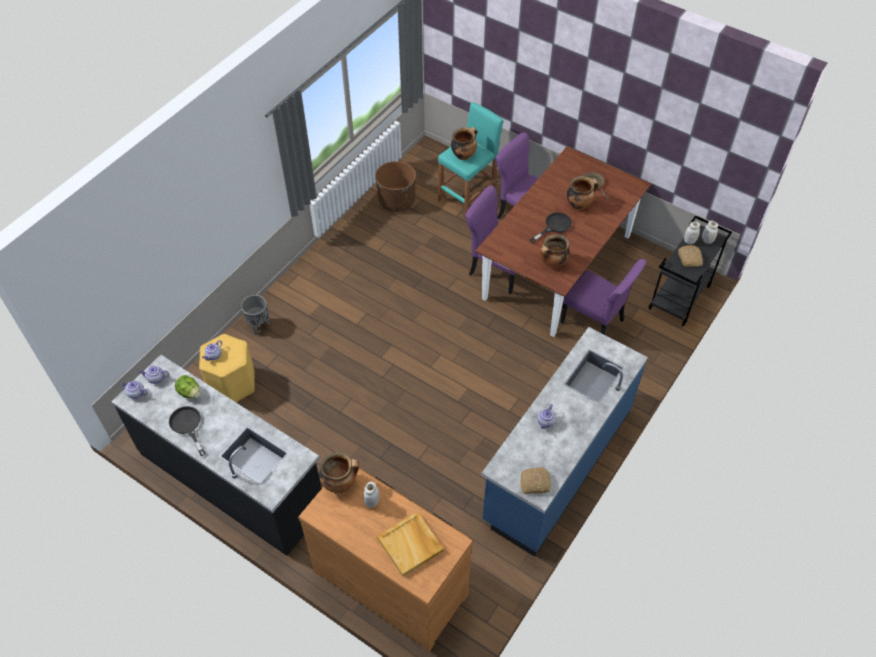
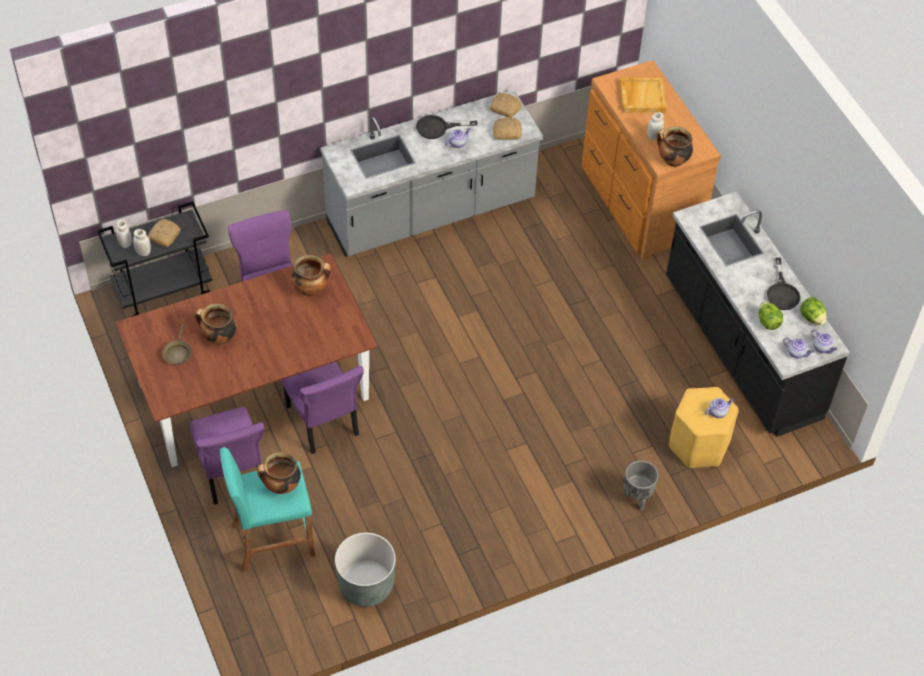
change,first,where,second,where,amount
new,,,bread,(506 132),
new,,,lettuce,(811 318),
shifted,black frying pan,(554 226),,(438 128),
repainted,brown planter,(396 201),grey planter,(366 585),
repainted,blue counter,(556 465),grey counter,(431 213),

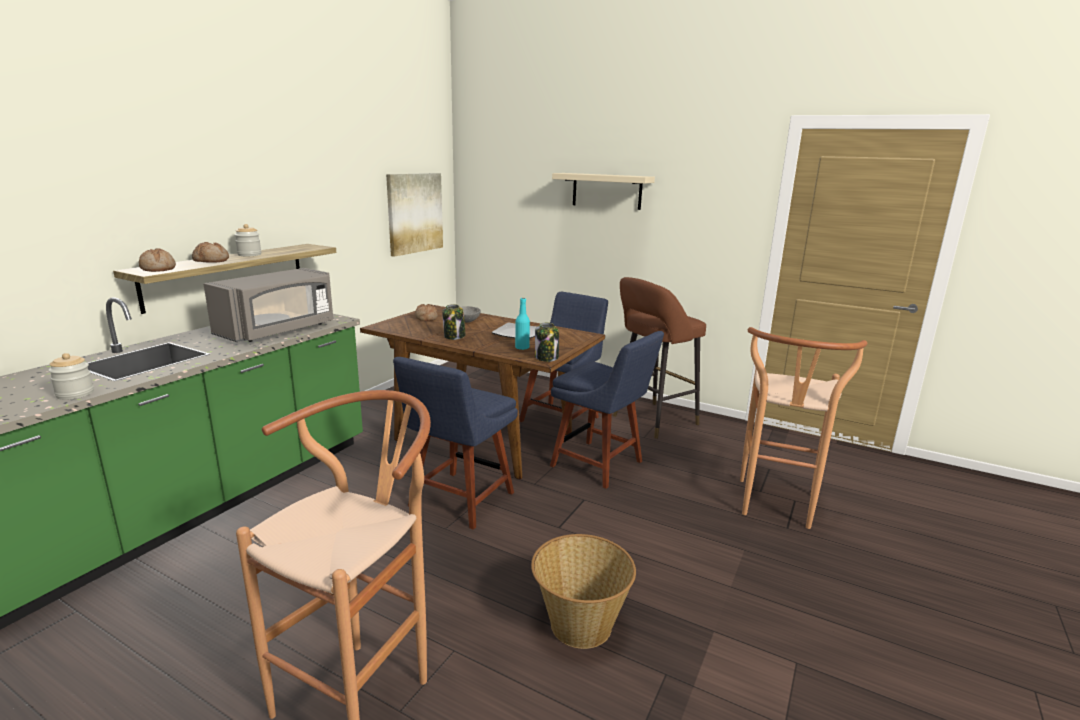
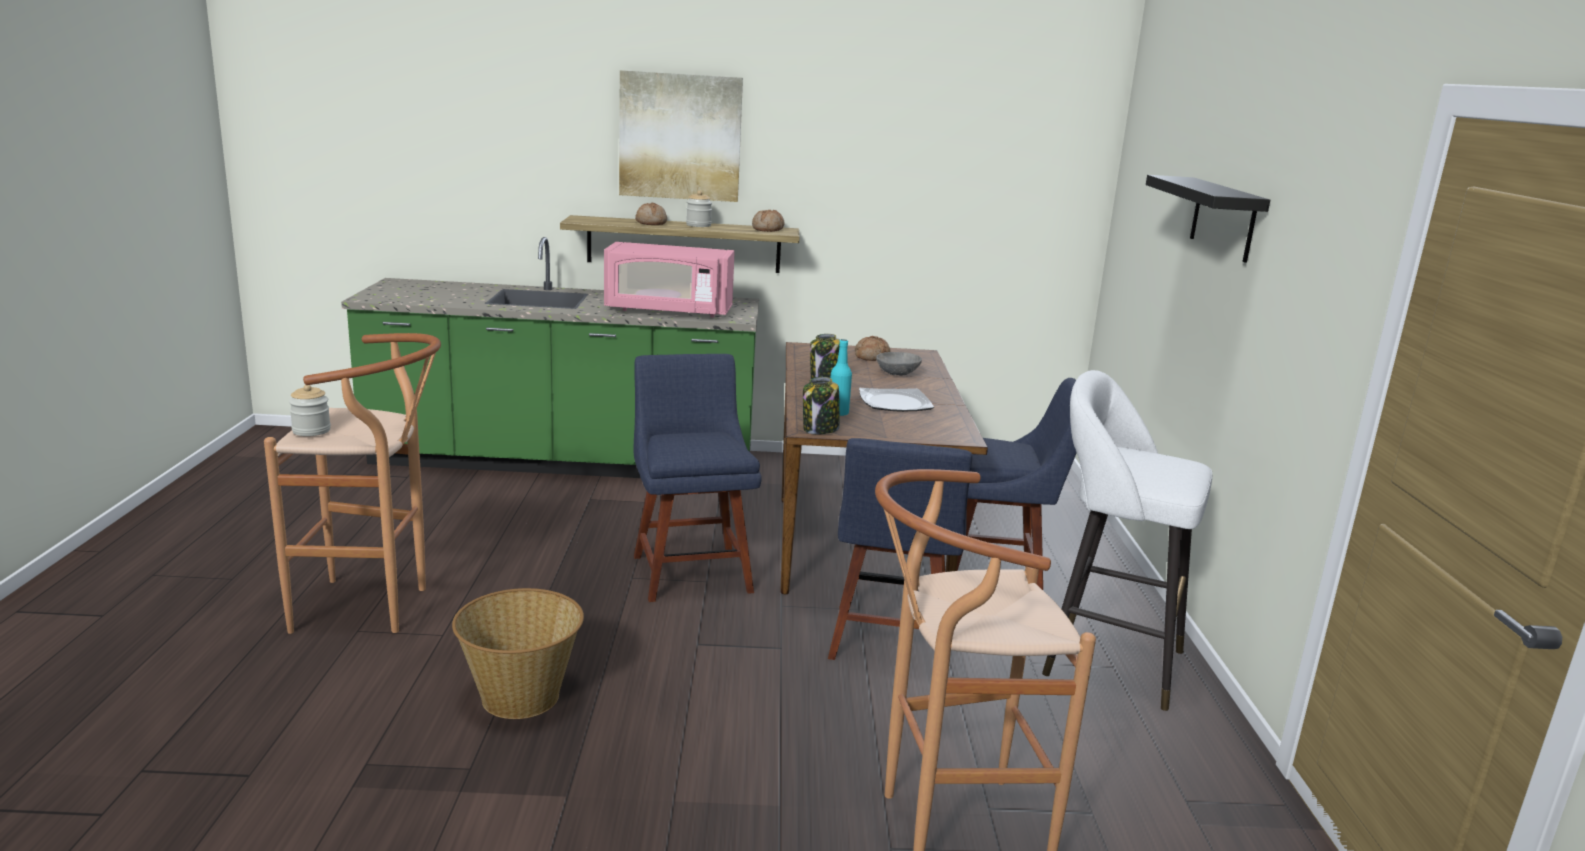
change,first,where,second,where,amount
shifted,jar,(75 394),,(311 430),
shifted,bread,(158 269),,(768 229),
shifted,picture,(414 213),,(680 137),
repainted,grey microwave,(278 331),pink microwave,(668 310),
repainted,beige shelf,(606 191),black shelf,(1223 218),
repainted,brown stool,(651 421),white stool,(1104 660),
rotated,blue chair,(458 502),,(690 570),75 degrees clockwise

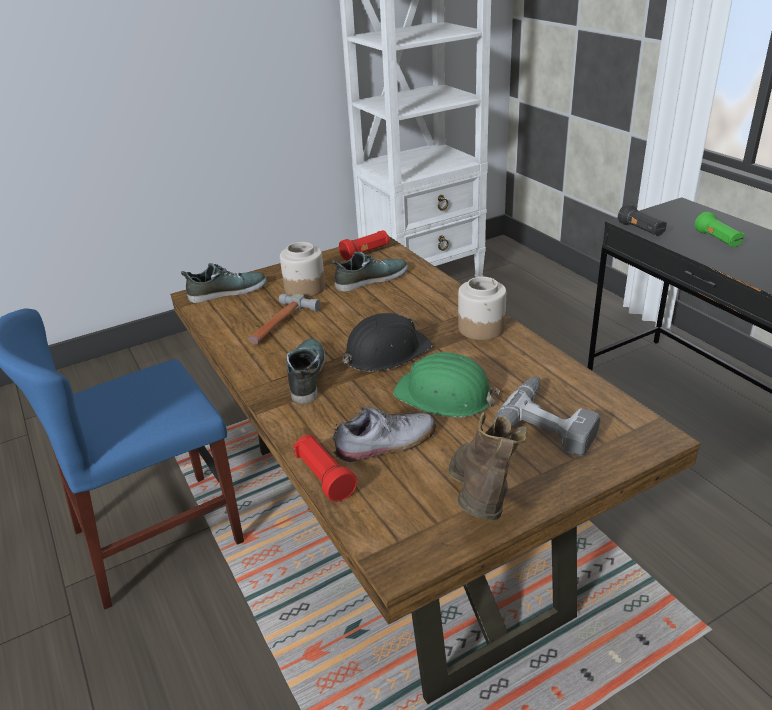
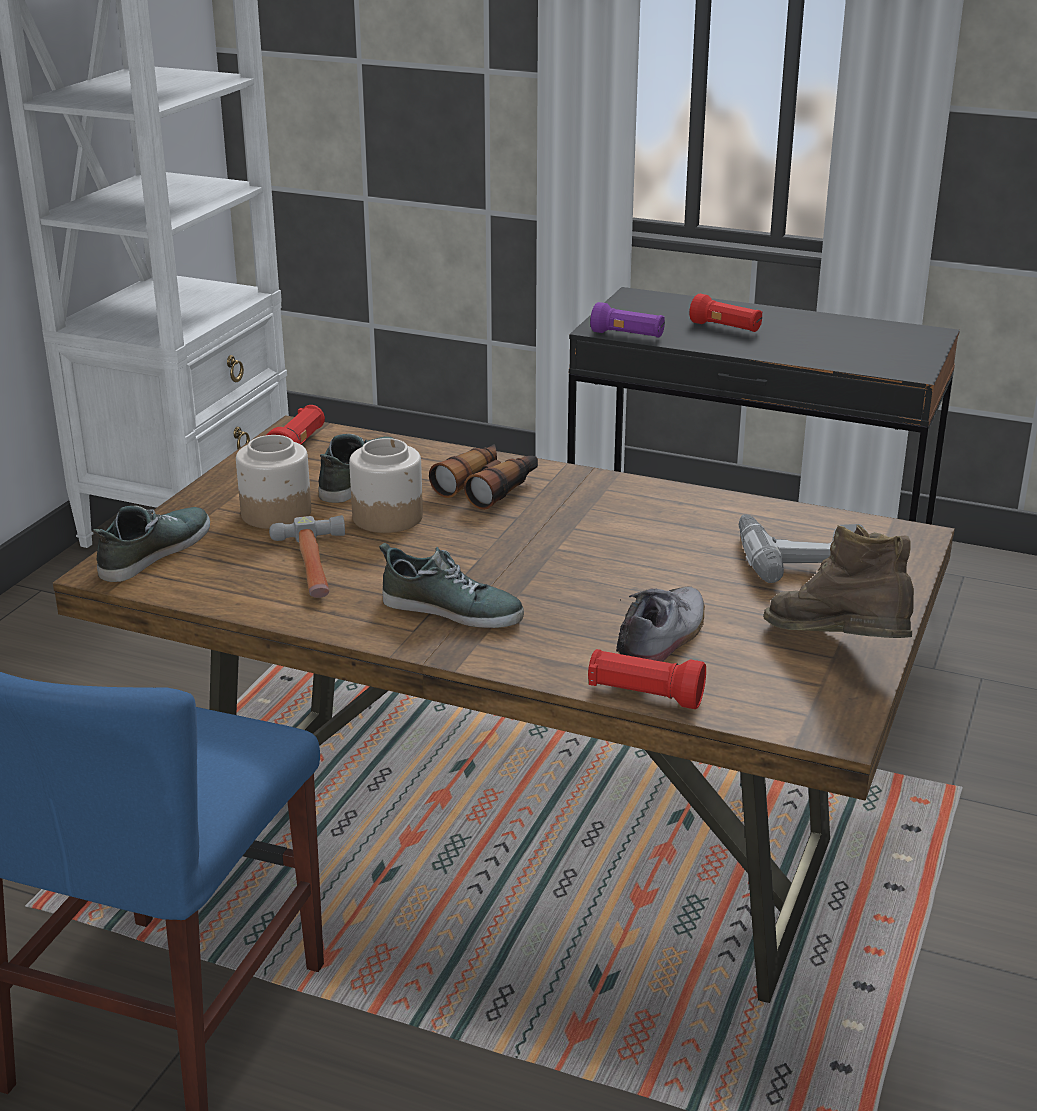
change,first,where,second,where,amount
gone,black hard hat,(385 352),,,
gone,green hard hat,(444 395),,,
new,,,binoculars,(488 487),
shifted,jar,(481 328),,(388 517),
repainted,black flashlight,(641 230),purple flashlight,(628 336),
repainted,green flashlight,(717 240),red flashlight,(726 328),
rotated,shoe,(306 375),,(452 609),150 degrees clockwise

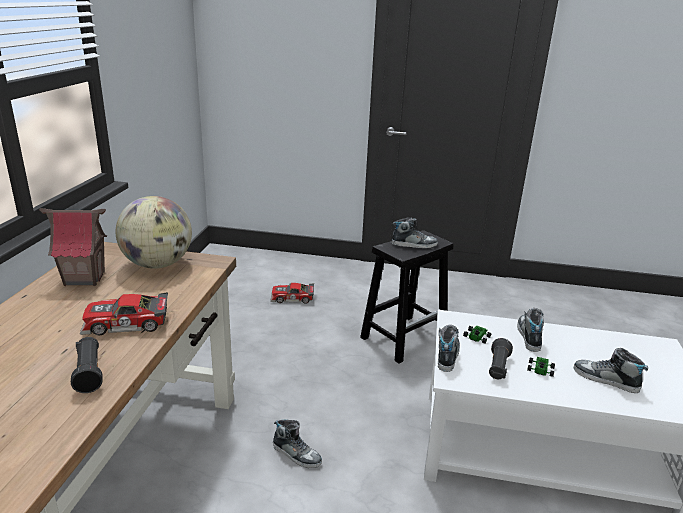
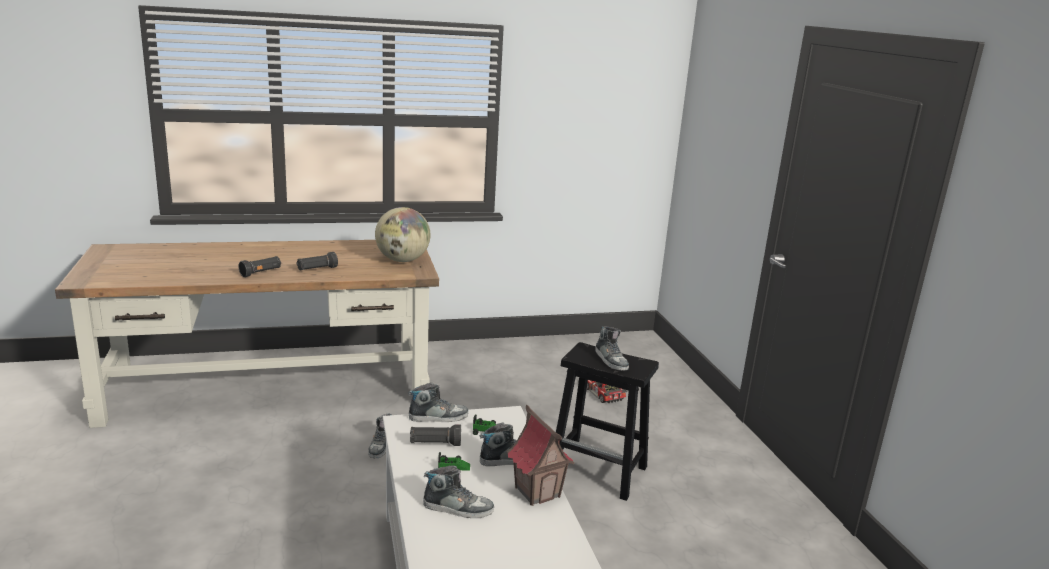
change,first,where,second,where,amount
shifted,toy house,(84 278),,(538 492),
swapped,toy car,(126 324),black flashlight,(317 269),
rotated,shoe,(605 380),,(458 508),90 degrees clockwise

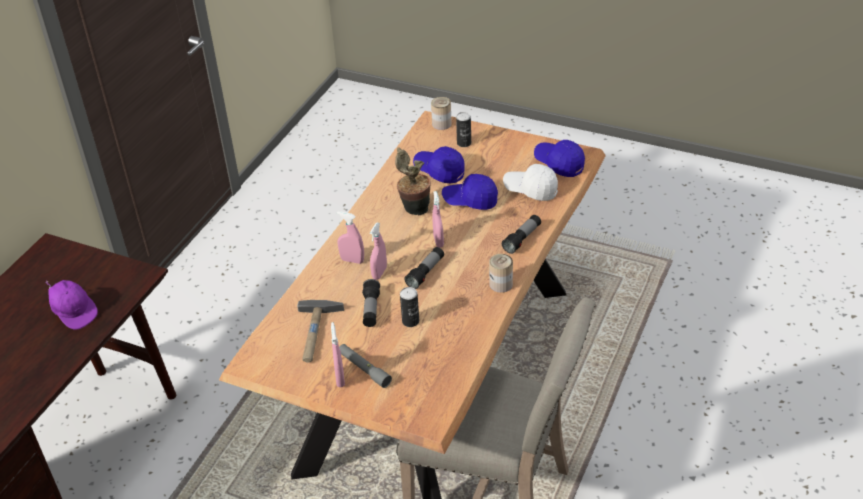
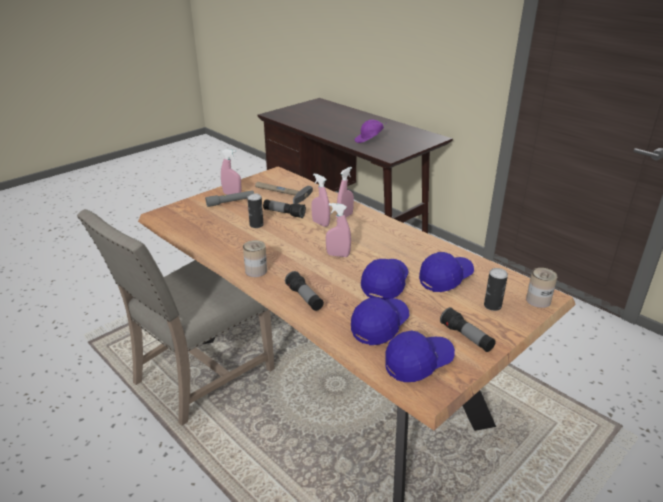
change,first,where,second,where,amount
gone,potted plant,(413 209),,,
shifted,flashlight,(425 273),,(466 337),
repainted,white cap,(530 190),blue cap,(379 326),

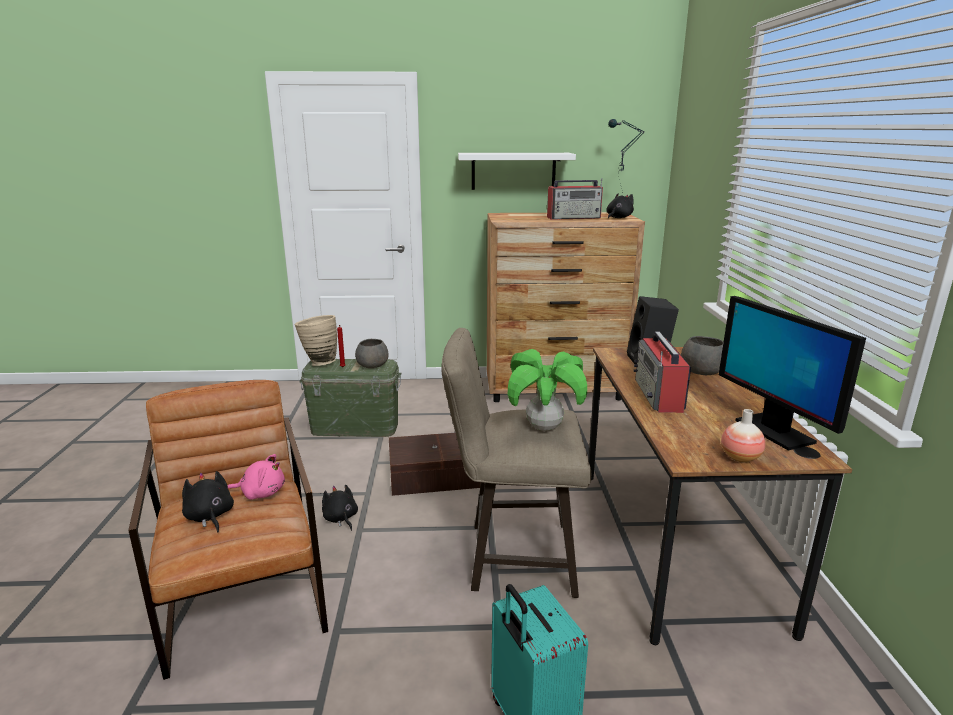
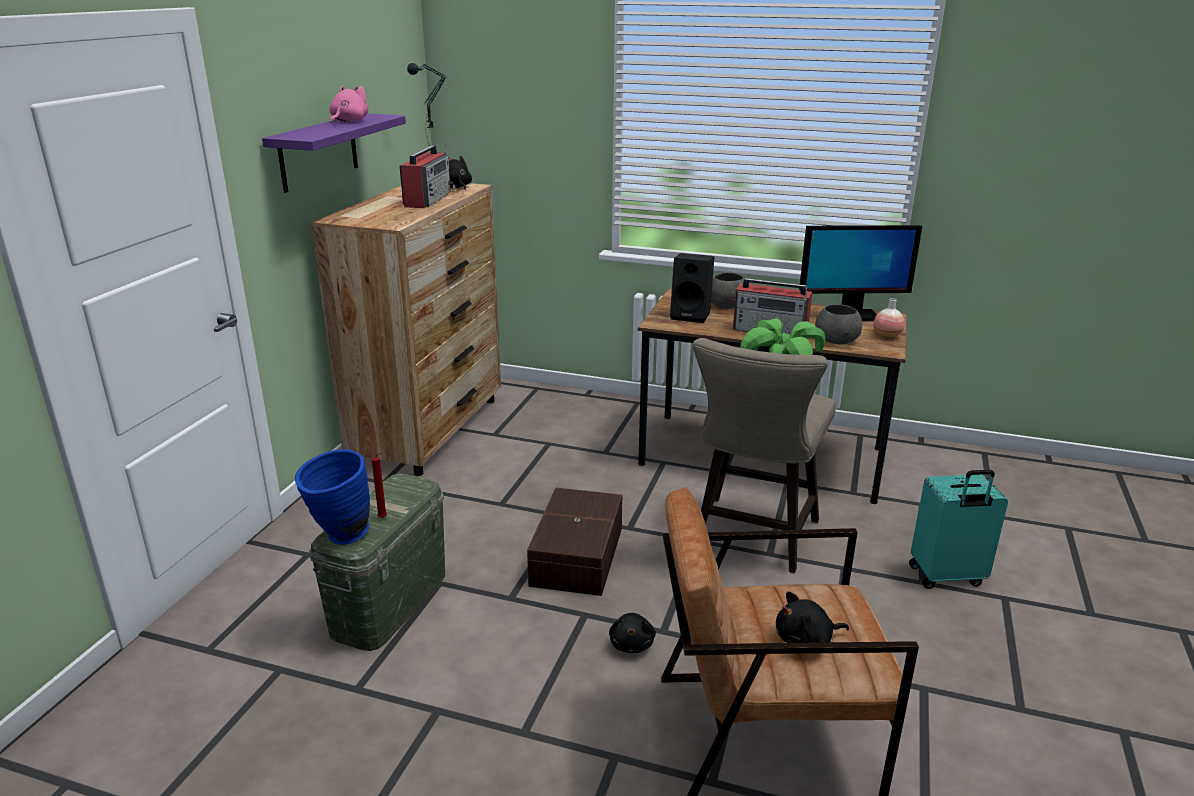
change,first,where,second,where,amount
shifted,pink plush toy,(261 493),,(348 122),
shifted,grey bowl,(372 365),,(837 340),
repainted,beige vase,(319 363),blue vase,(339 537),
repainted,white shelf,(513 171),purple shelf,(318 152),
rotated,black plush toy,(341 518),,(632 644),75 degrees counterclockwise

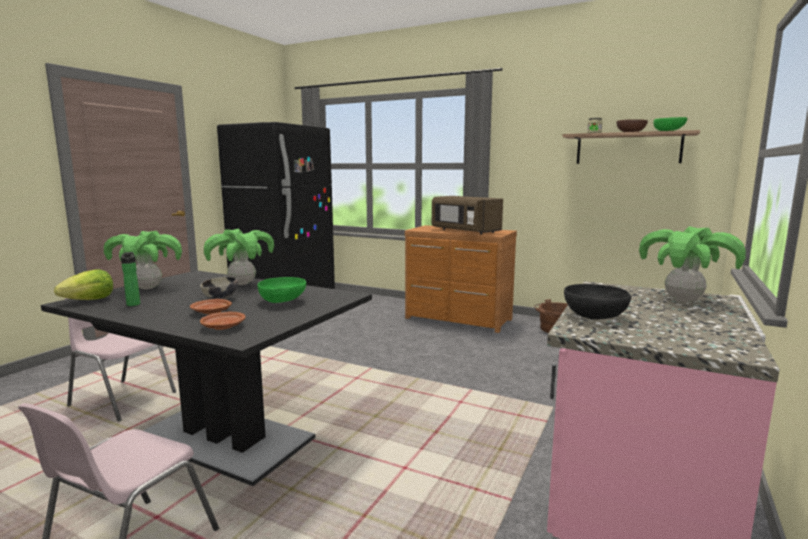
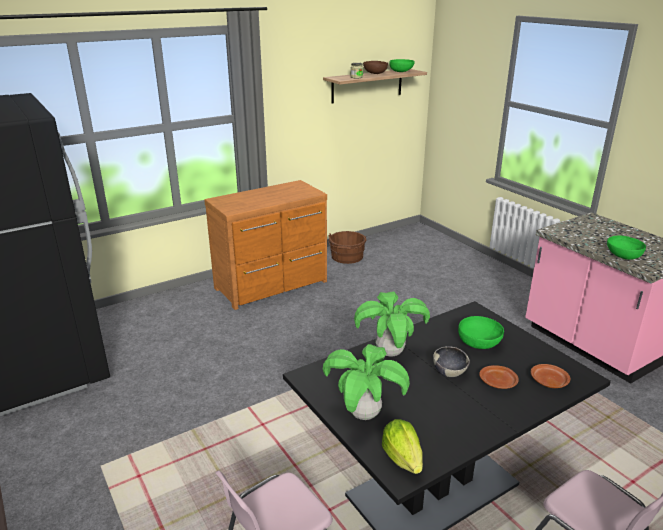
change,first,where,second,where,amount
gone,bottle,(133 304),,,
gone,brown microwave,(464 231),,,
gone,potted plant,(682 300),,,
repainted,black bowl,(594 316),green bowl,(622 256),

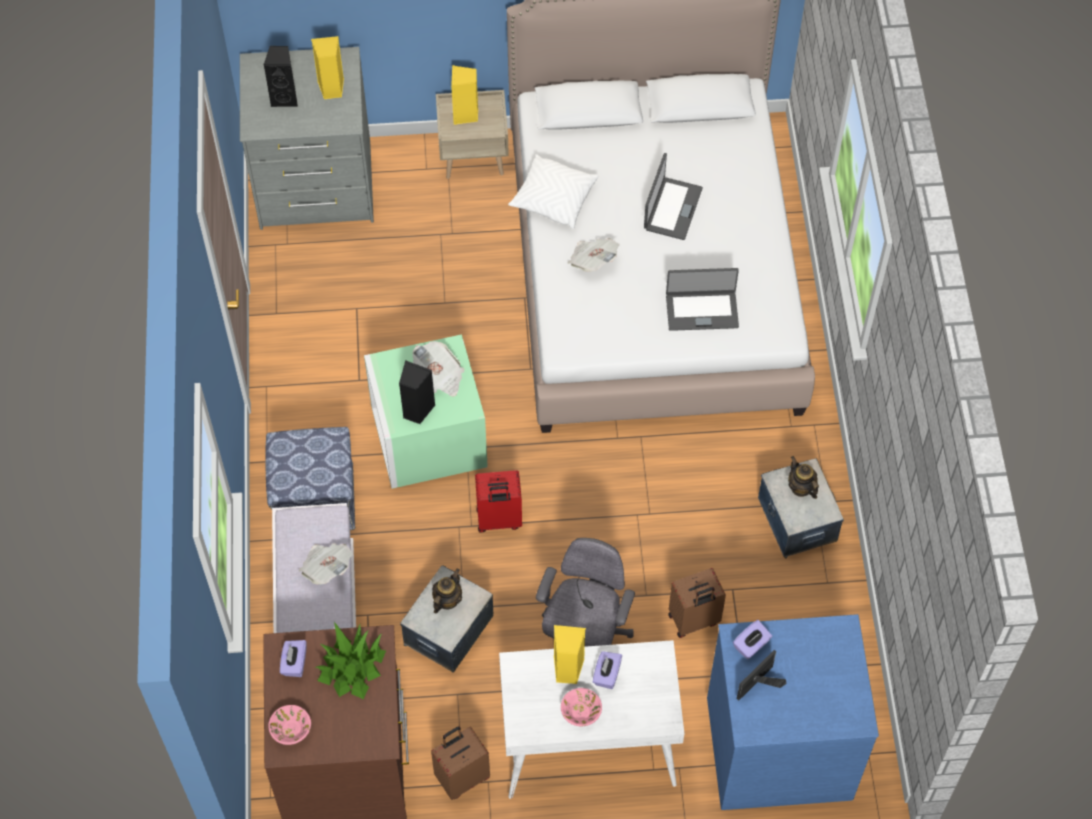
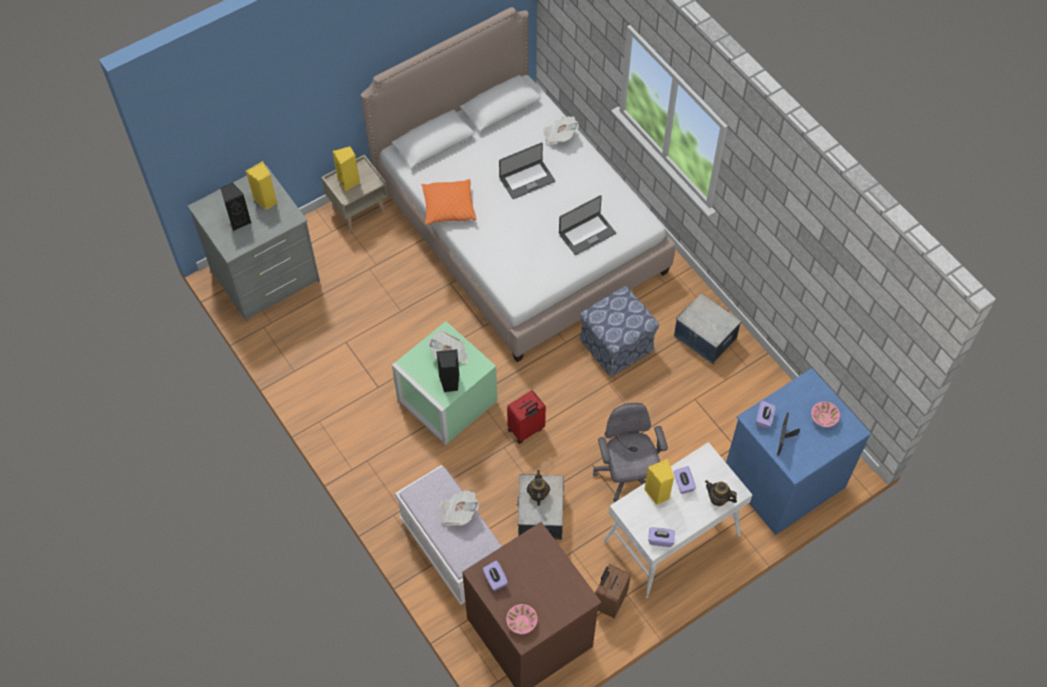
change,first,where,second,where,amount
gone,potted plant,(351 667),,,
gone,brown suitcase,(694 620),,,
new,,,purple tissue box,(660 540),
shifted,ottoman,(316 499),,(617 344),
shifted,pink bowl,(581 712),,(823 418),
shifted,newspaper,(592 261),,(559 136),
shifted,teapot,(801 487),,(718 498),
repainted,white pillow,(553 199),orange pillow,(448 207),
rotated,laptop,(672 208),,(526 179),75 degrees clockwise

